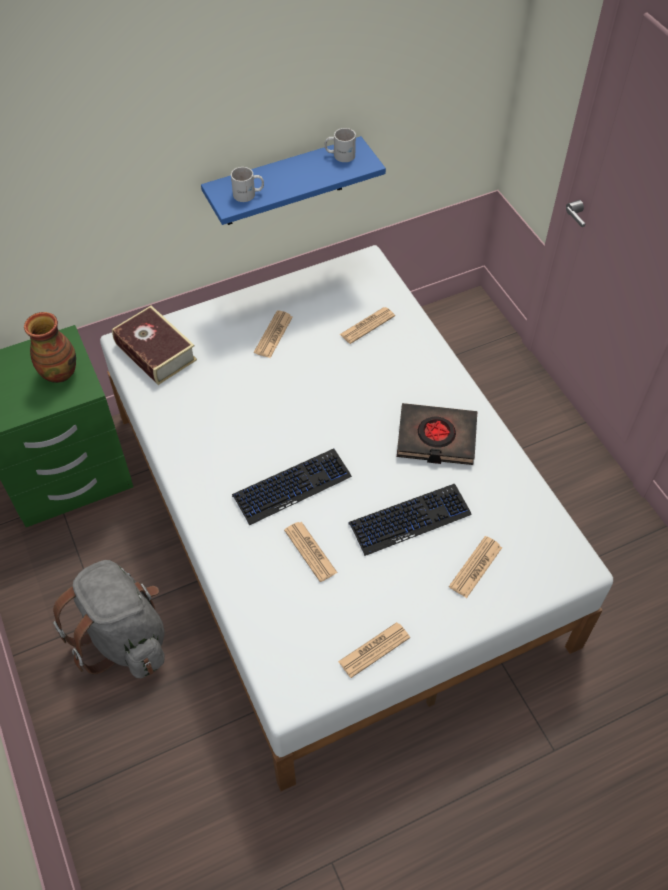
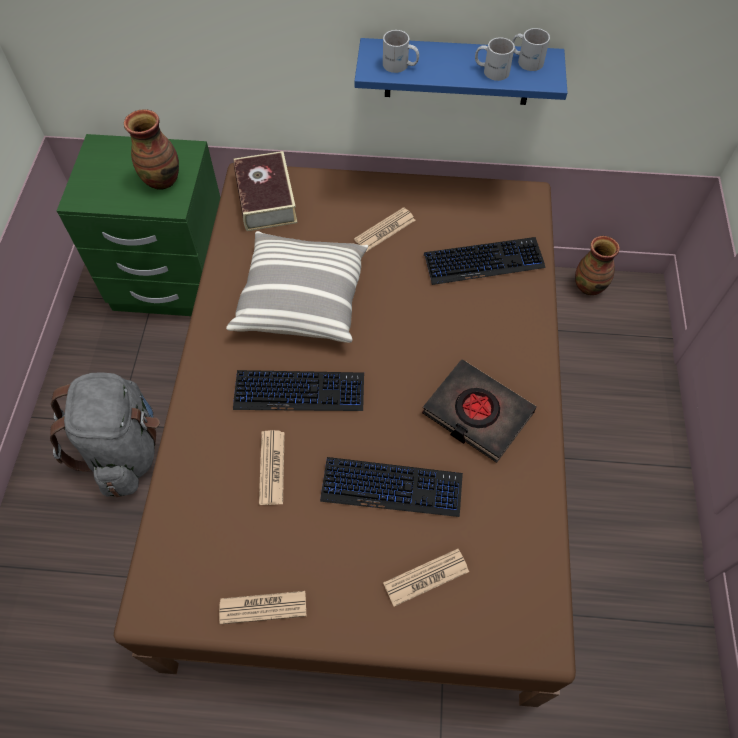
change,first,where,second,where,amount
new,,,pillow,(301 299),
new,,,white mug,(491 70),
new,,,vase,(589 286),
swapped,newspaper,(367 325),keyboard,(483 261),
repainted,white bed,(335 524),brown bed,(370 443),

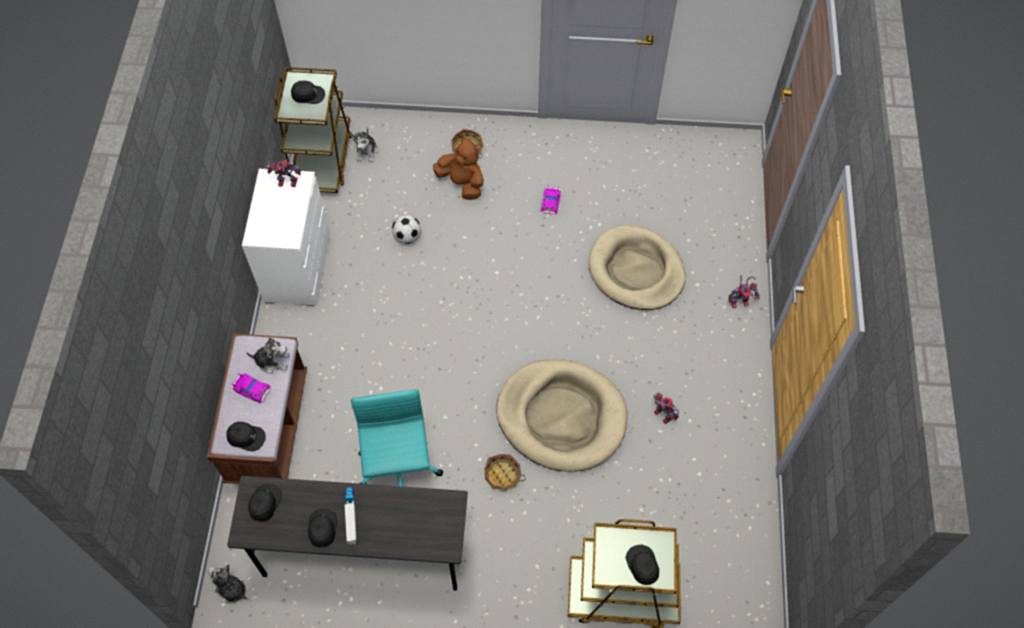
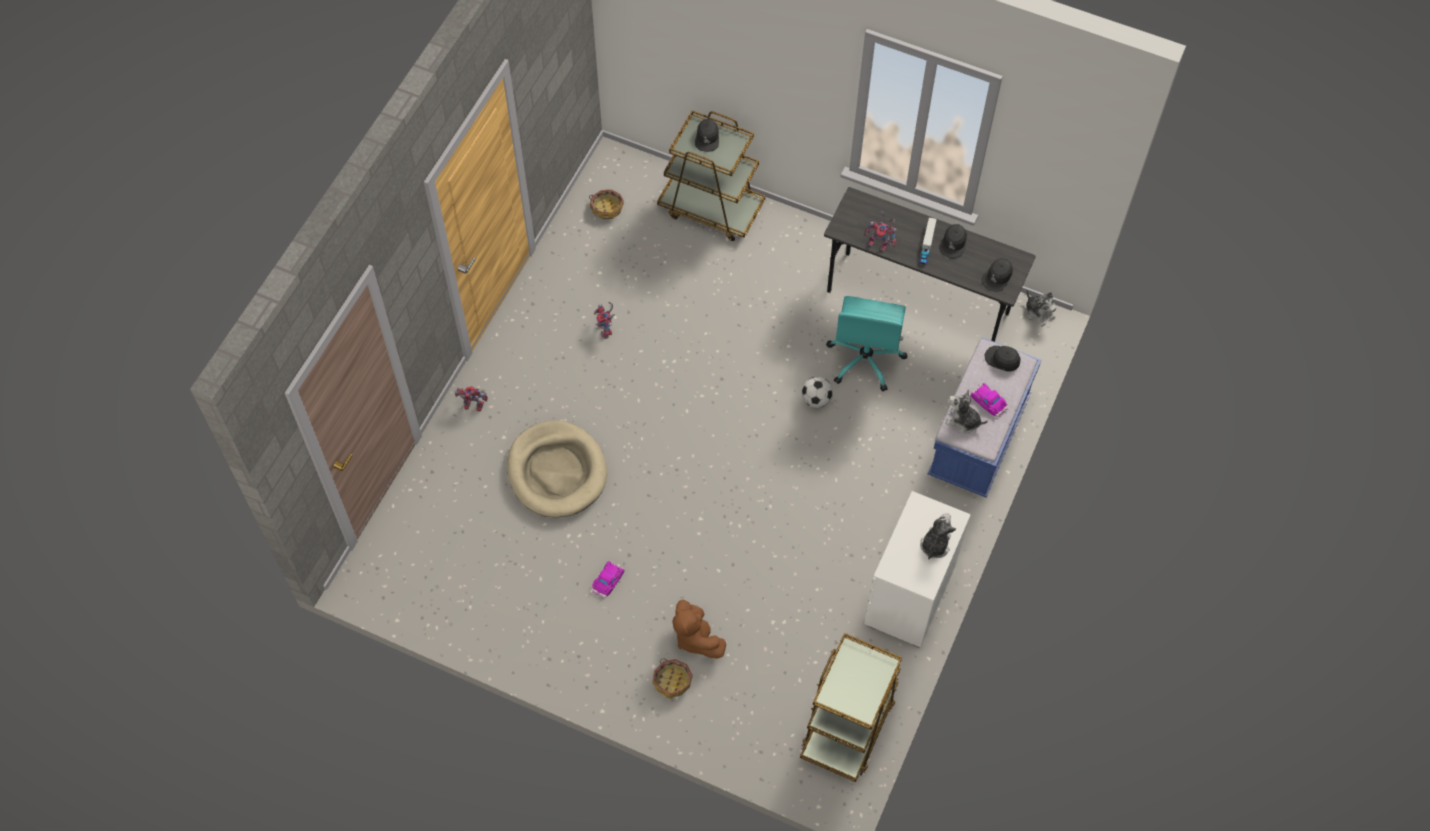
change,first,where,second,where,amount
gone,black cap,(308 95),,,
gone,beige dog bed,(561 417),,,
shifted,toy robot,(285 183),,(880 243),
shifted,plush toy,(366 151),,(935 544),
shifted,football,(407 237),,(816 400),
shifted,basket,(502 475),,(607 208),
repainted,brown bench,(267 427),blue bench,(978 437),

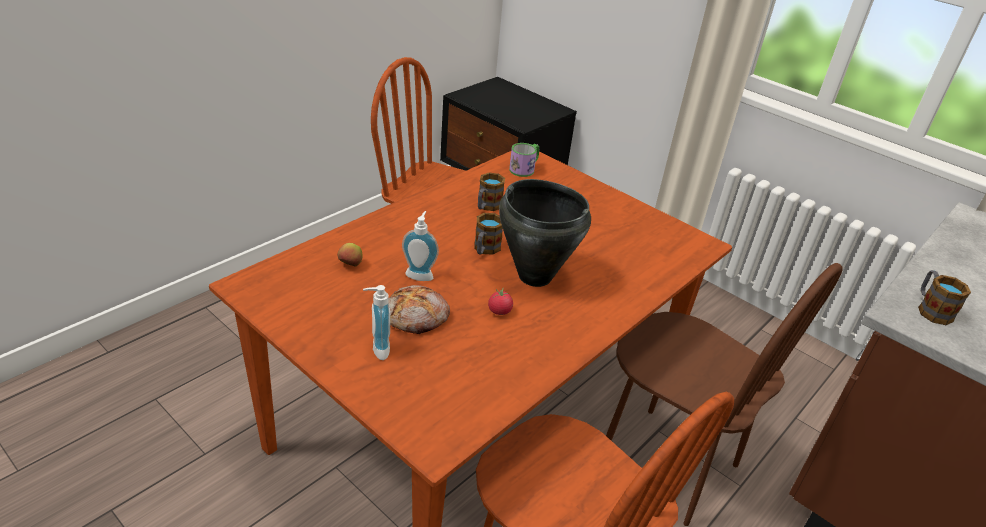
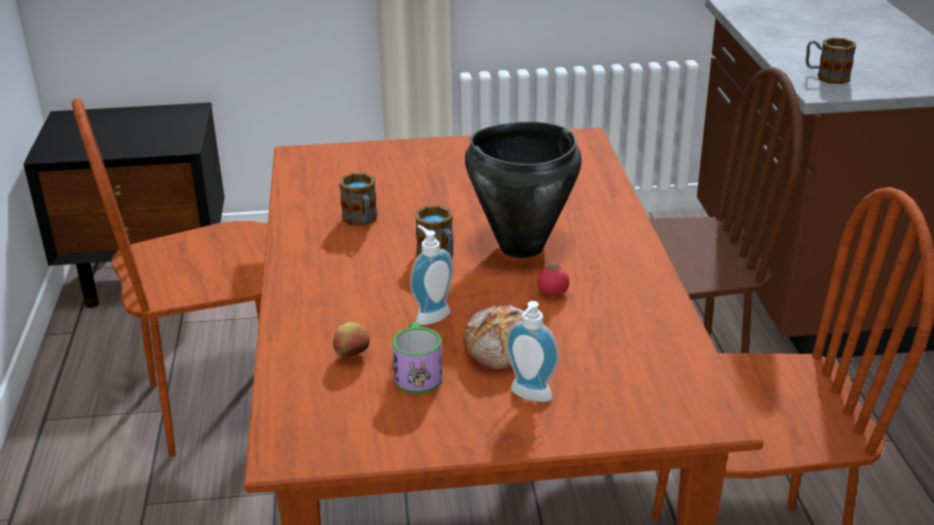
change,first,where,second,where,amount
shifted,mug,(524 169),,(417 373),

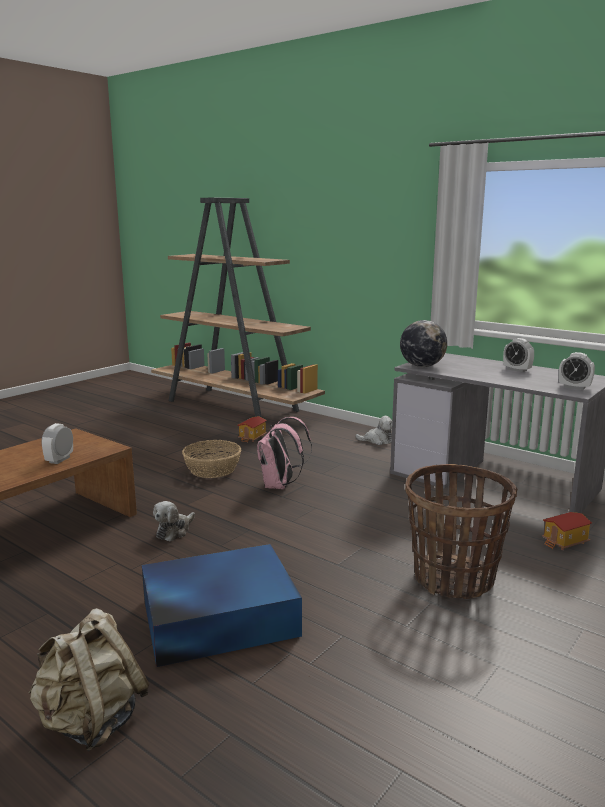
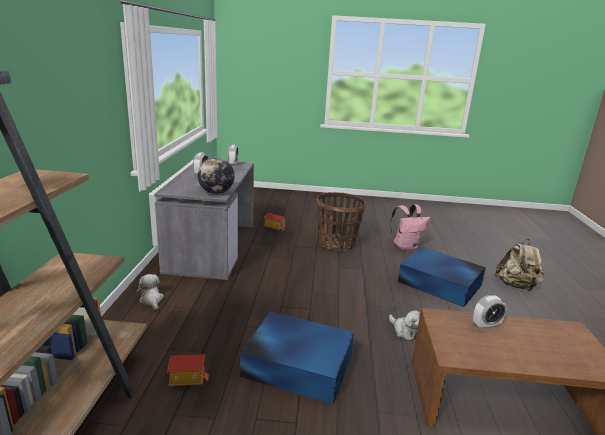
change,first,where,second,where,amount
shifted,pink backpack,(280 485),,(406 246),
swapped,basket,(213 469),blue storage box,(296 364),
rotated,plush toy,(174 531),,(405 331),60 degrees clockwise

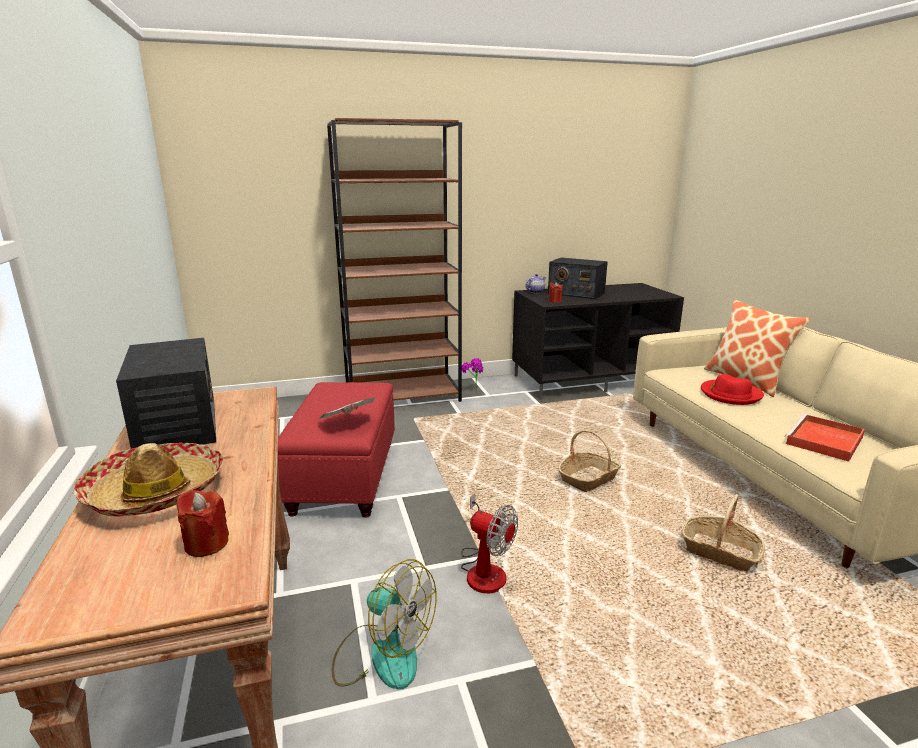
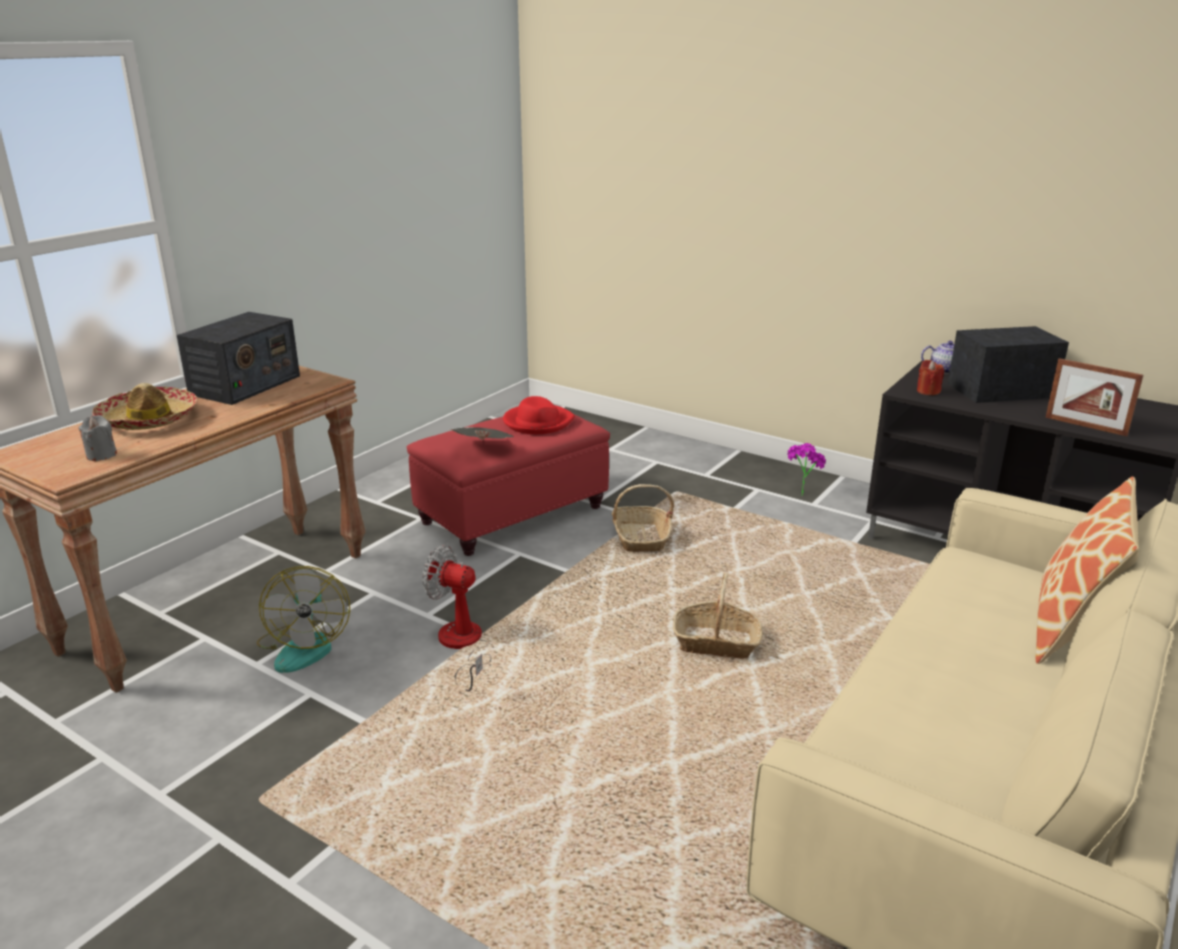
change,first,where,second,where,amount
gone,brown bookcase,(403 396),,,
gone,red tray,(824 441),,,
new,,,picture frame,(1085 426),
shifted,basket,(720 552),,(641 538),
shifted,red hat,(730 394),,(537 422),
repainted,red candle,(206 544),grey candle,(101 455),
rotated,fan,(484 569),,(462 646),120 degrees clockwise
rotated,radio,(575 293),,(1001 390),90 degrees clockwise

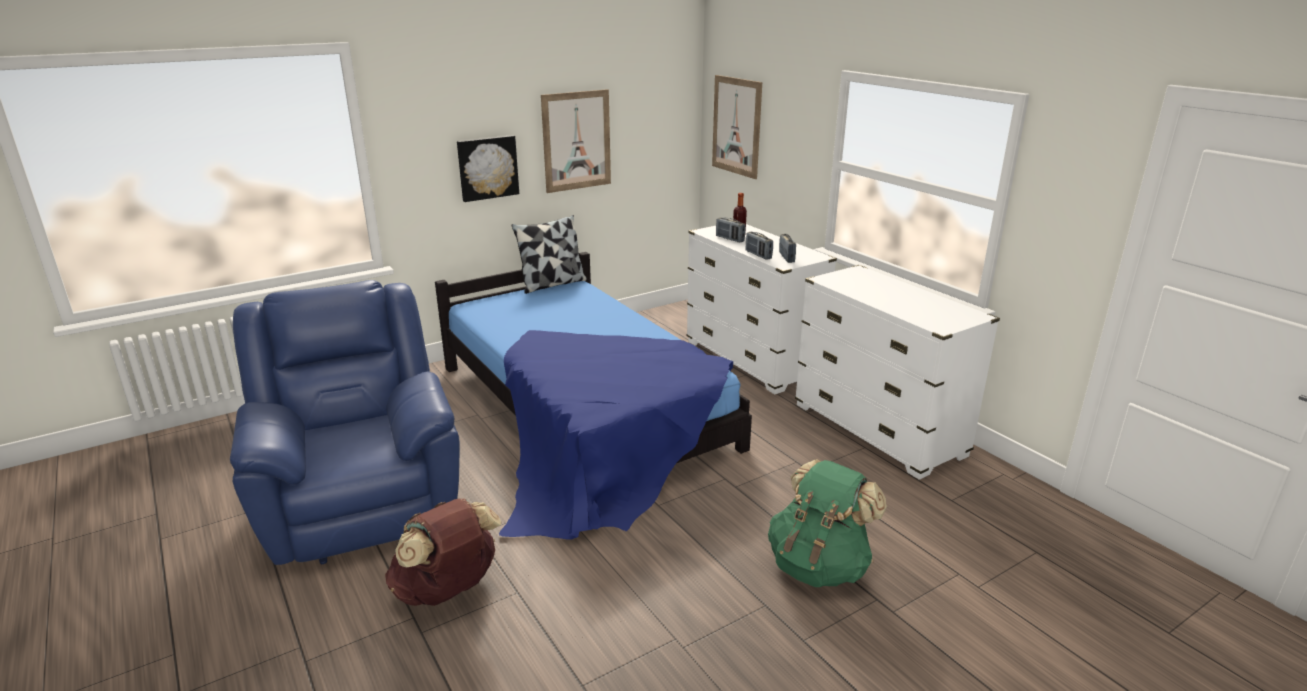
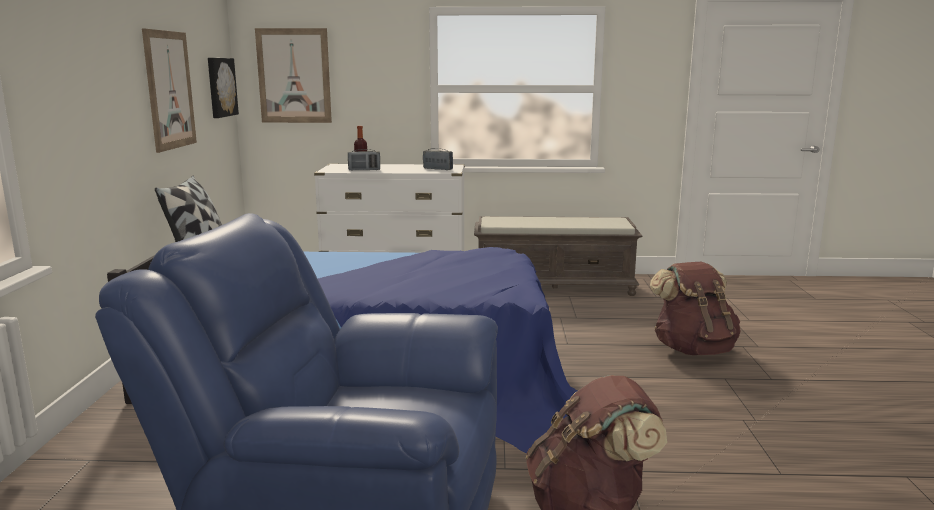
change,first,where,second,where,amount
gone,radio,(758 255),,,
shifted,picture,(487 167),,(220 87),
swapped,white dresser,(878 430),brown bench,(554 287),
repainted,green backpack,(819 566),brown backpack,(693 349),

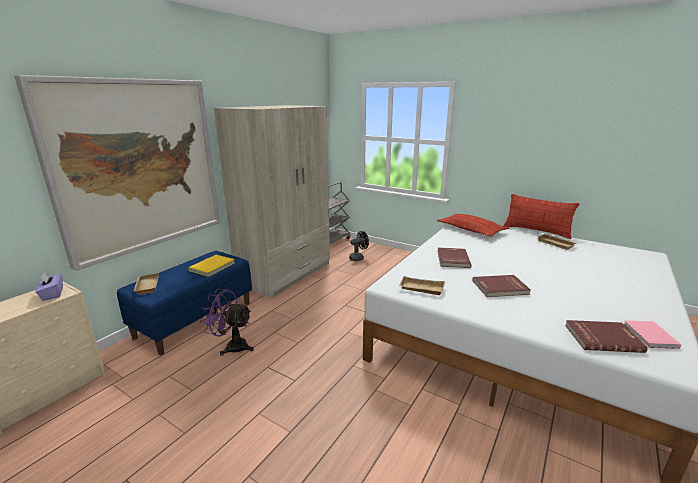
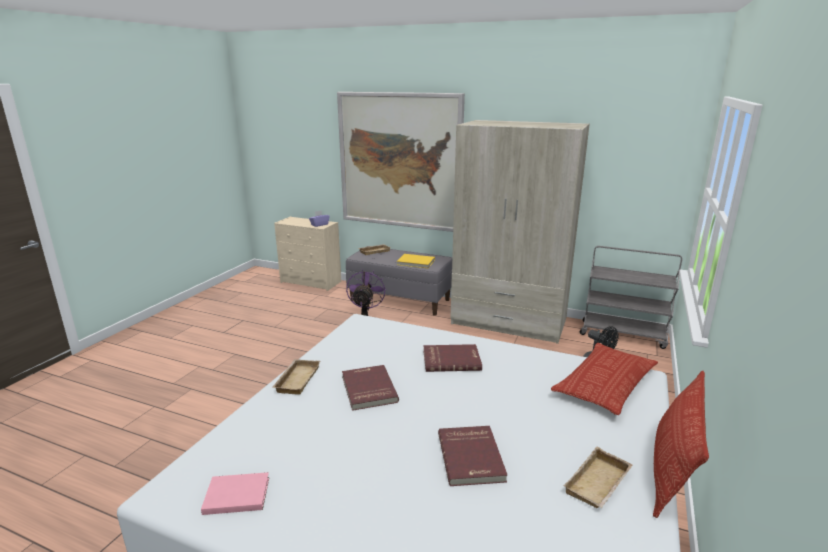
change,first,where,second,where,amount
shifted,beige tray,(421 289),,(296 379),
shifted,red book,(602 338),,(472 457),
repainted,blue bench,(195 319),grey bench,(400 300),

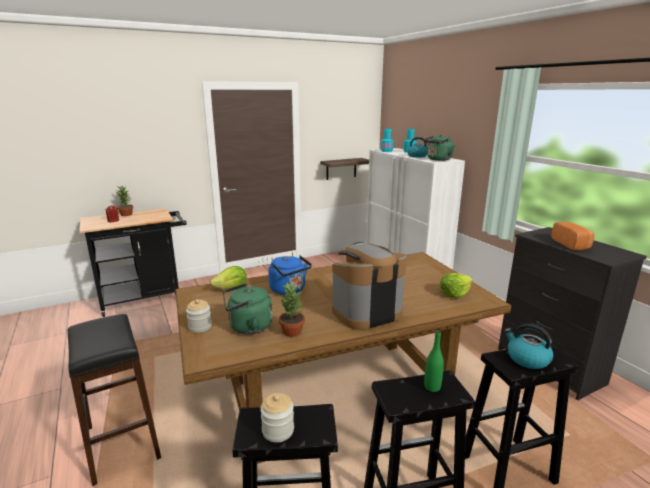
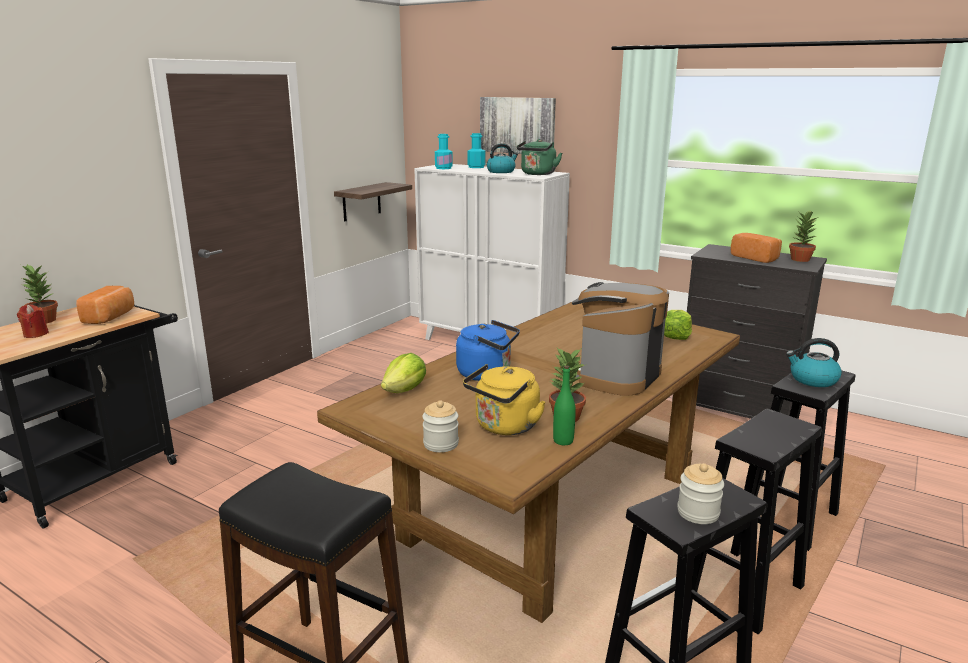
change,first,where,second,where,amount
new,,,bread,(111 317),
new,,,picture,(517 125),
new,,,potted plant,(799 259),
shifted,green bottle,(432 387),,(563 441),
repainted,green kettle,(247 327),yellow kettle,(504 427),

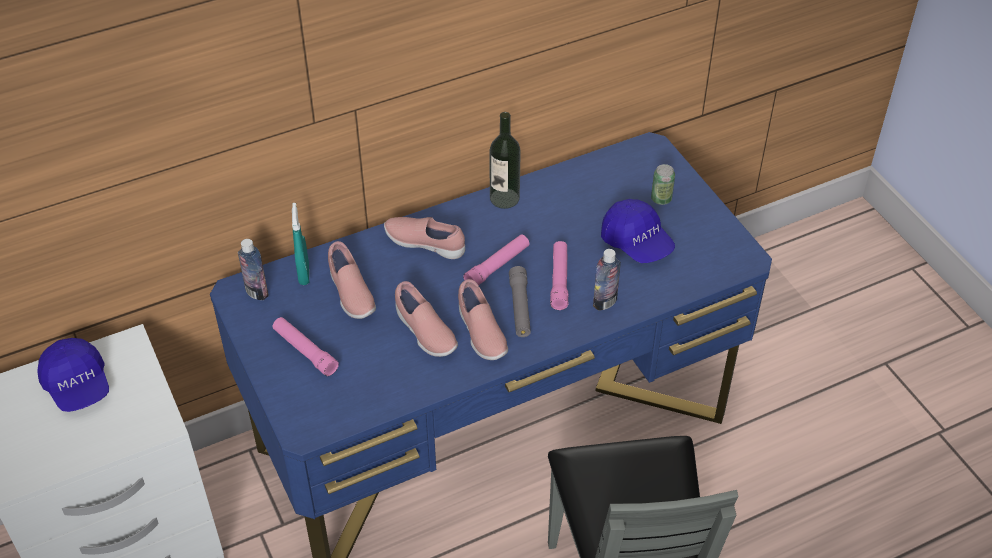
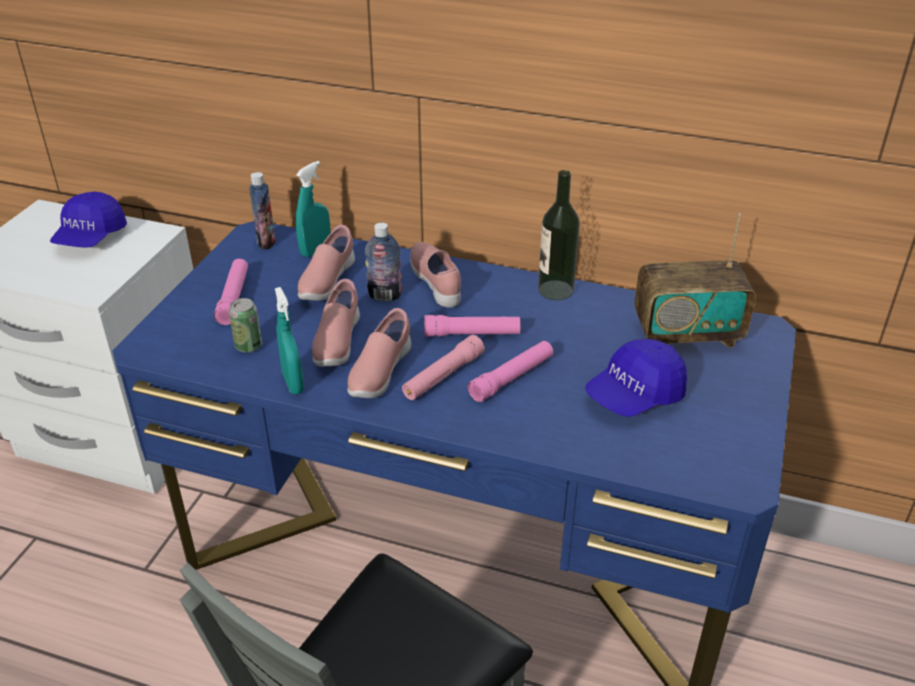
change,first,where,second,where,amount
new,,,turquoise spray bottle,(293 383),
new,,,radio,(686 334),
shifted,bottle,(605 302),,(385 295),
shifted,can,(661 199),,(248 346),
repainted,grey flashlight,(520 307),pink flashlight,(443 376),
rotated,blue cap,(637 243),,(634 396),45 degrees clockwise

